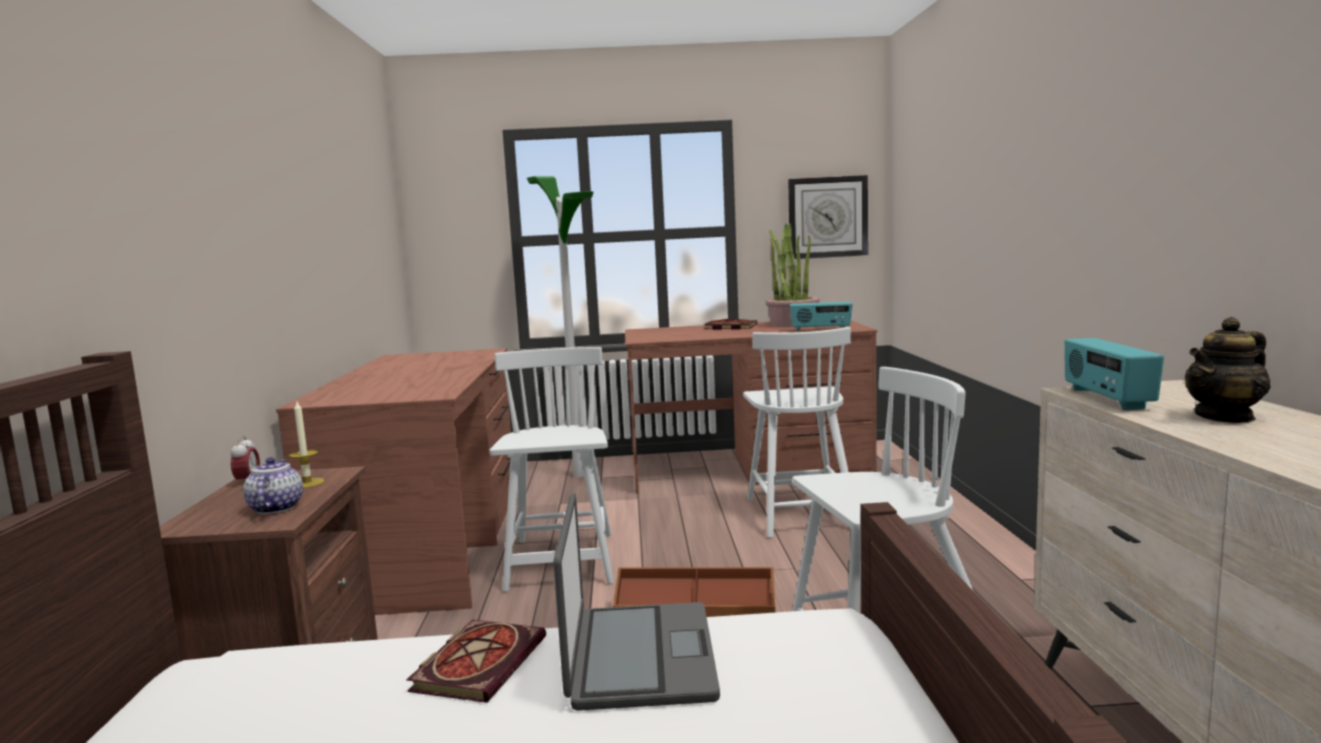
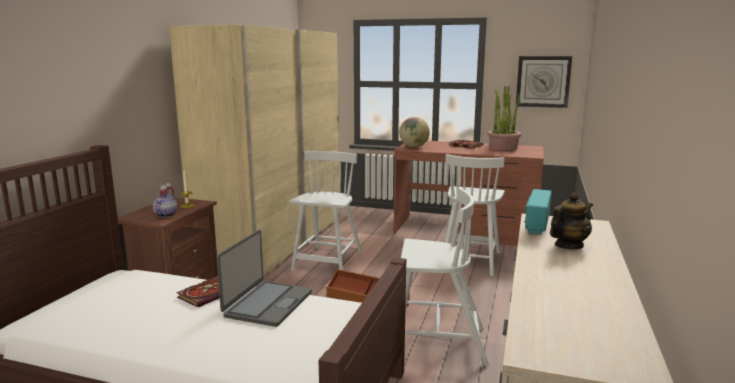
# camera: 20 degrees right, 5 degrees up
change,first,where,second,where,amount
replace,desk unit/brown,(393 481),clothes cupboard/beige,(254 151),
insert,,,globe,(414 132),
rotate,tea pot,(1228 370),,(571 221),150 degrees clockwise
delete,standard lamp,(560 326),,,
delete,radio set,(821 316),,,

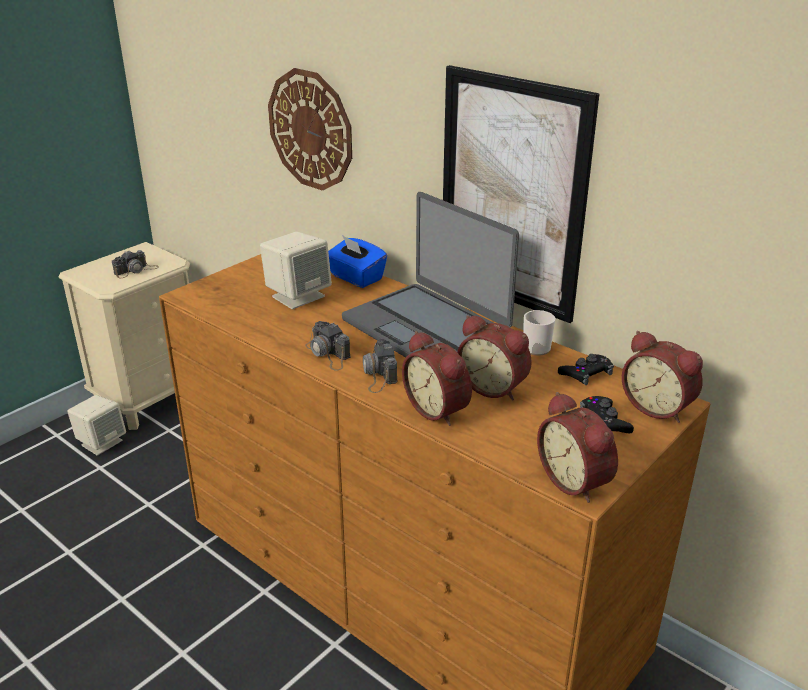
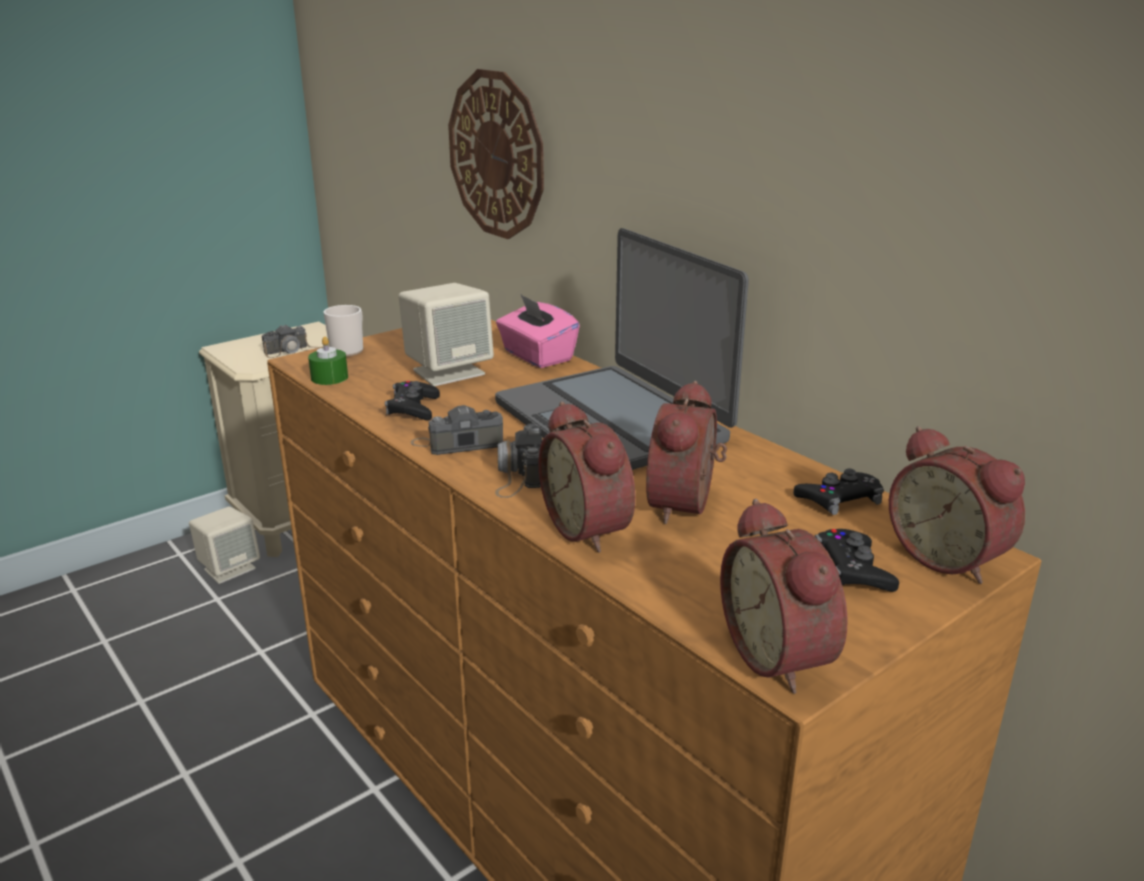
# camera: 10 degrees right, 5 degrees down
change,first,where,second,where,amount
insert,,,wax light/greenish,(328 361),
move,mug,(539 333),,(343 330),
insert,,,gamepad/black-coloured,(412 400),
rotate,photo camera,(328 346),,(457 430),105 degrees clockwise
recolor,box of tissues/blue,(357 261),box of tissues/pinkish,(538 331),
rotate,bedside clock,(494 357),,(686 452),60 degrees clockwise
delete,picture,(521 194),,,

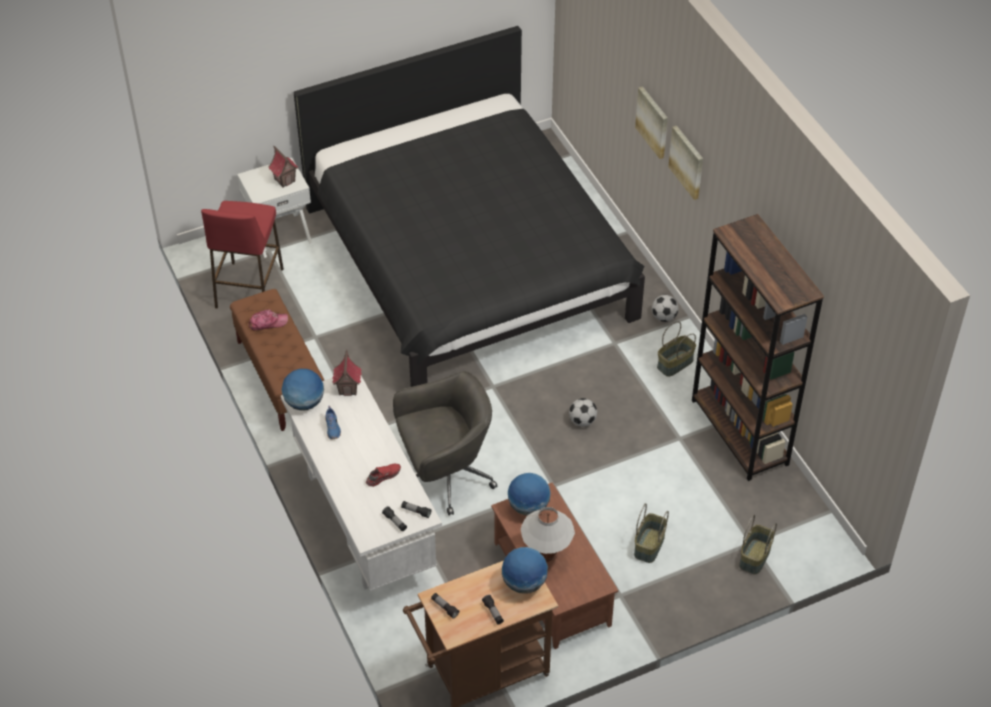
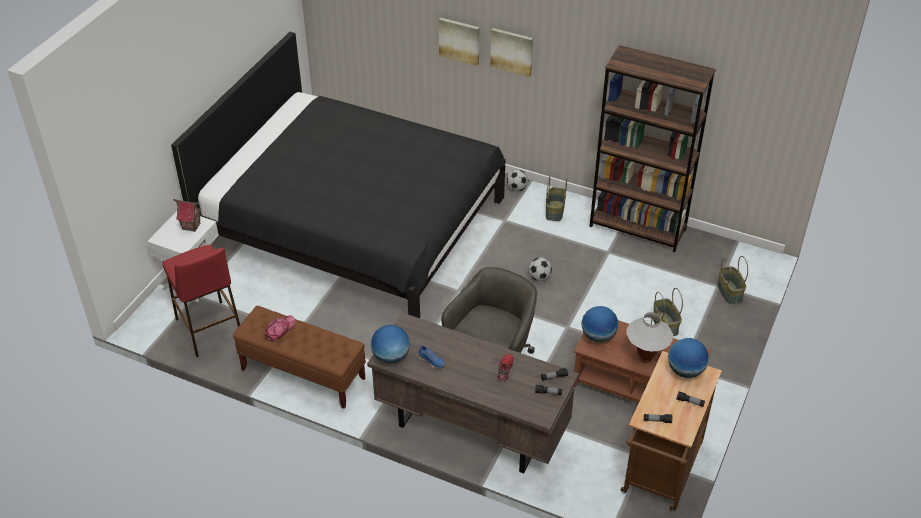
# camera: 40 degrees left, 5 degrees down
change,first,where,second,where,amount
recolor,desk unit/white-coloured,(361 483),desk unit/brown,(473 393),
delete,toy house,(347 372),,,

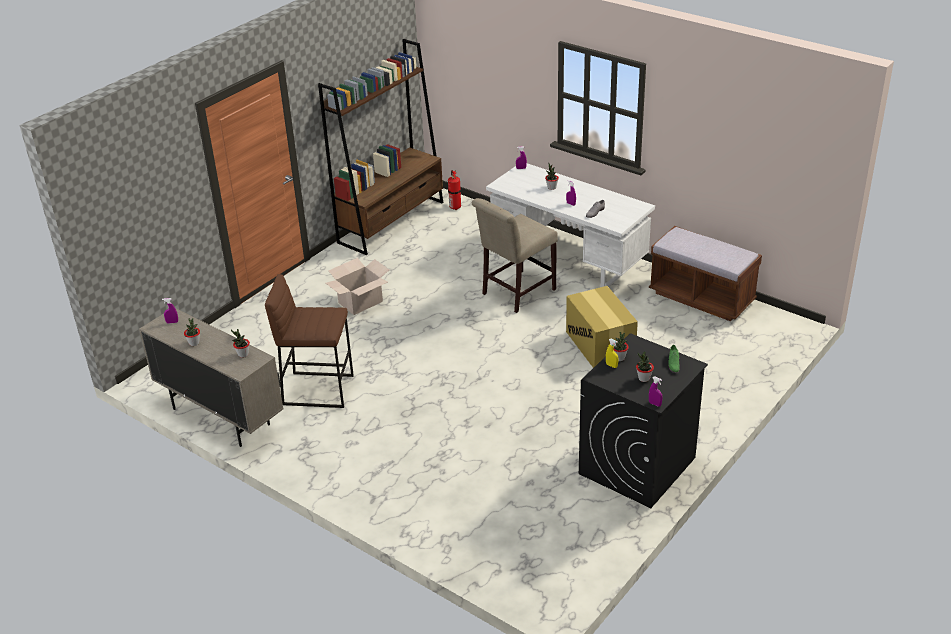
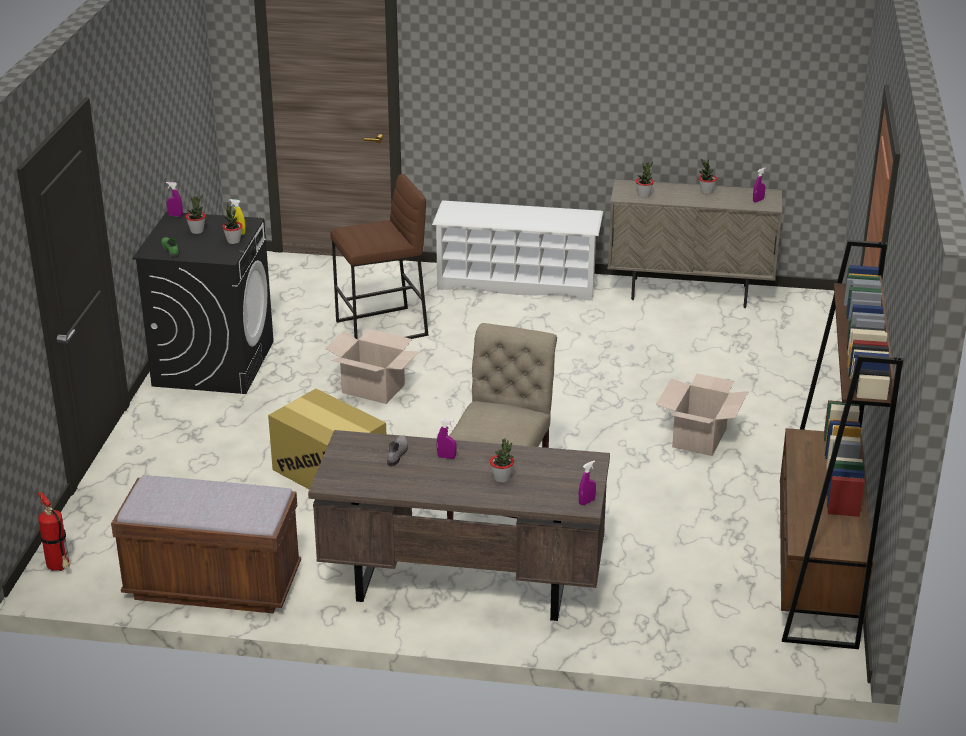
# camera: 150 degrees right, 5 degrees down
change,first,where,second,where,amount
move,fire-fighting cylinder,(454 190),,(54 531),
recolor,desk unit/white-coloured,(570 225),desk unit/brown,(459 525),
insert,,,cardboard box,(372 366),
move,stool seat/brown,(309 341),,(379 256),
insert,,,shoe stand/white-coloured,(517 251),

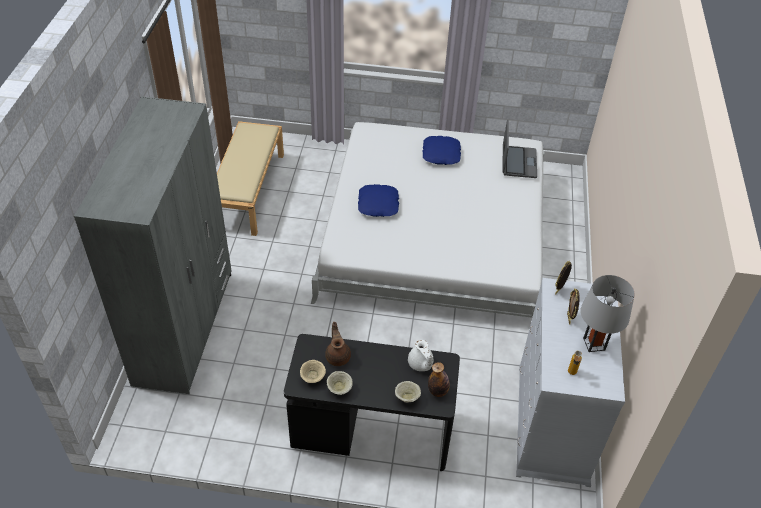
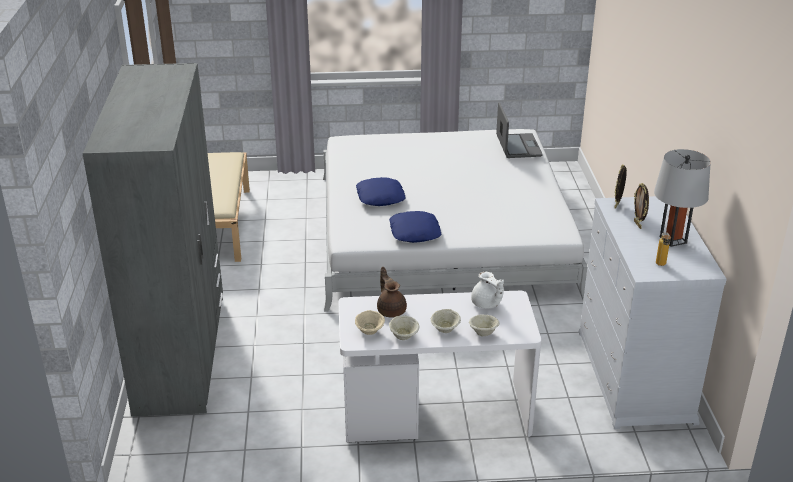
# camera: 10 degrees left, 15 degrees down
change,first,where,second,where,amount
recolor,desk unit/black-coloured,(372 402),desk unit/white-coloured,(440 366),
move,throw pillow/blue,(441 150),,(415 227),
insert,,,serving bowl/beige,(446 321),
delete,beverage bottle,(439 379),,,

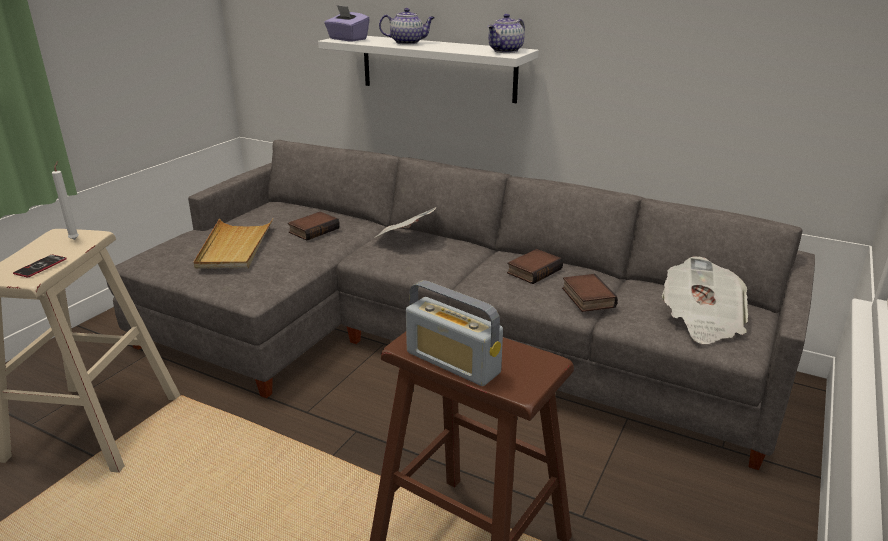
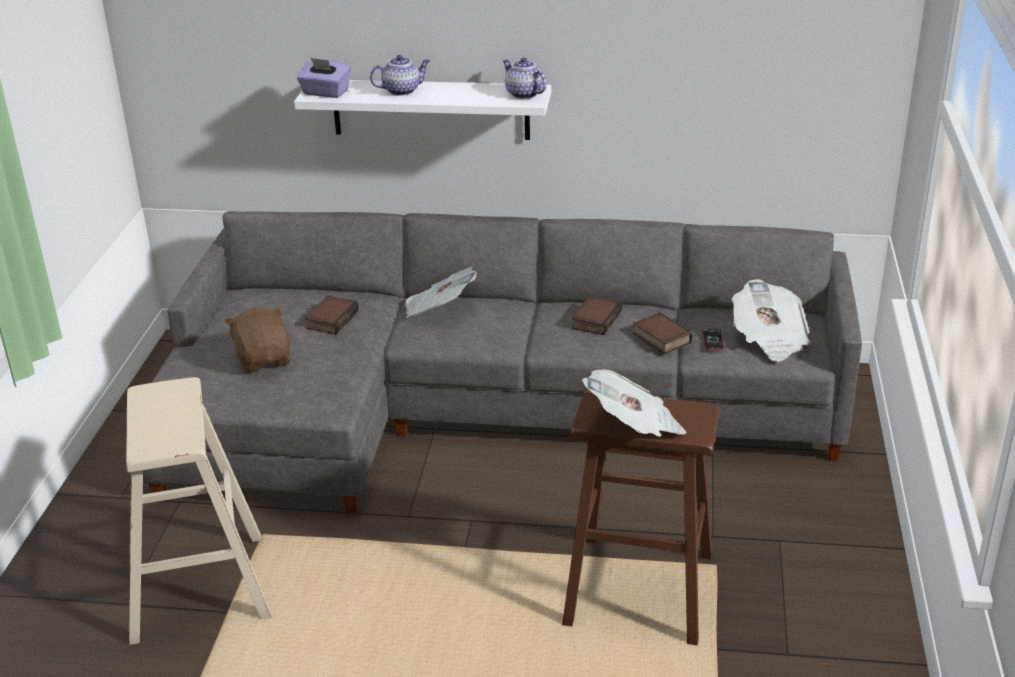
# camera: 20 degrees left, 5 degrees up
change,first,where,second,where,amount
replace,serving tray/beige,(233 243),soft toy/brown,(258 340),
rotate,tea pot,(506 33),,(524 78),120 degrees clockwise
replace,radio set,(454 333),newspaper,(634 403),
move,handset,(40 266),,(713 339),
delete,wax light/white-coloured,(65 200),,,

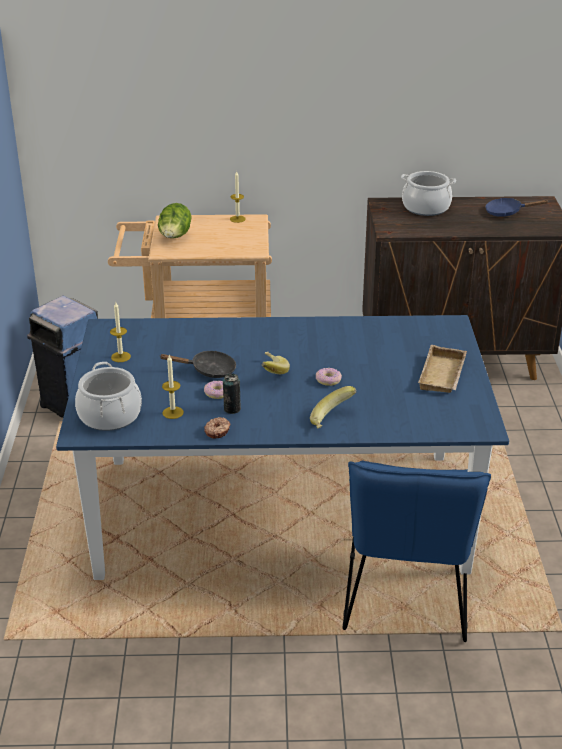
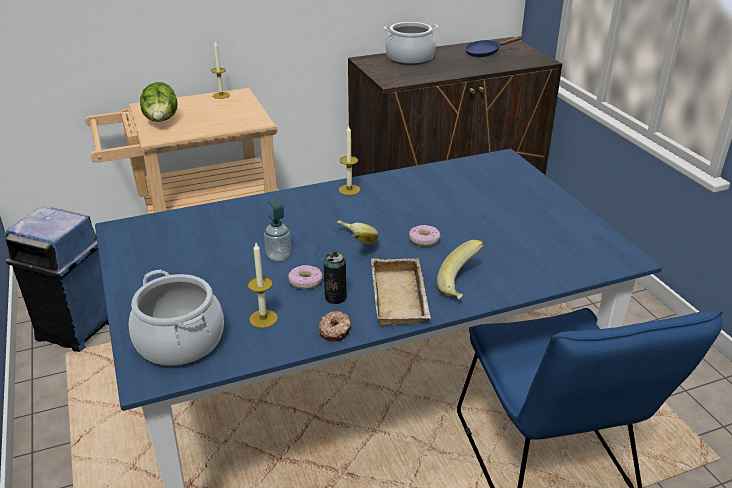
# camera: 20 degrees left, 0 degrees up
change,first,where,second,where,amount
replace,skillet/black-coloured,(197 364),soap dispenser,(277 229),
move,wax light,(120 332),,(349 160),
move,serving tray/beige,(442 369),,(401 292),

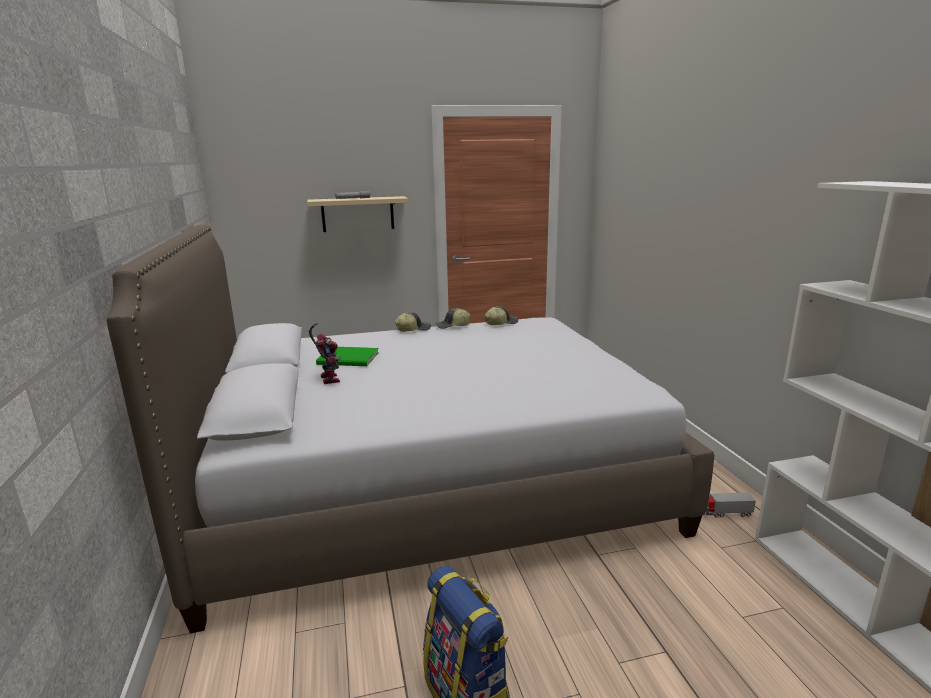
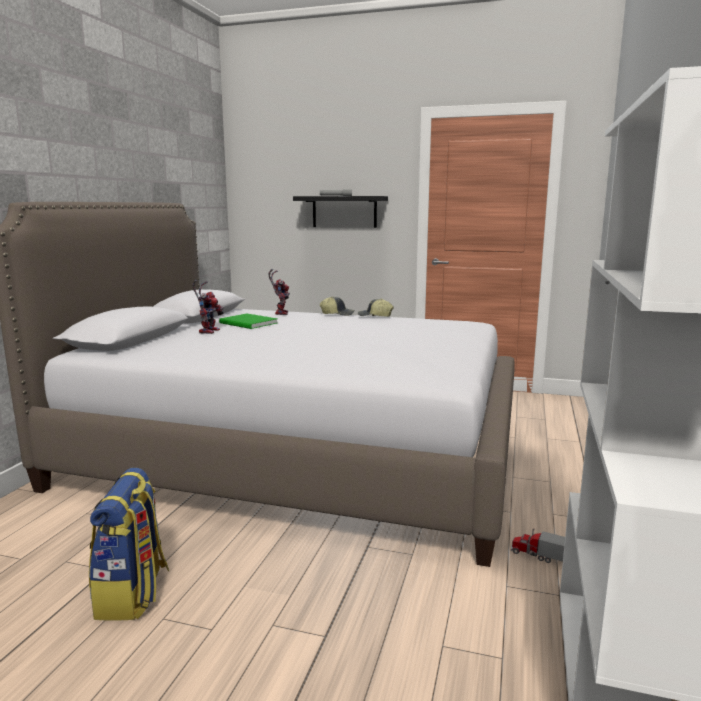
# camera: 30 degrees right, 5 degrees down
change,first,where,second,where,amount
insert,,,robot figure,(279 292),
recolor,shelf/beige,(357 214),shelf/black-coloured,(340 212),
delete,cap,(501 315),,,

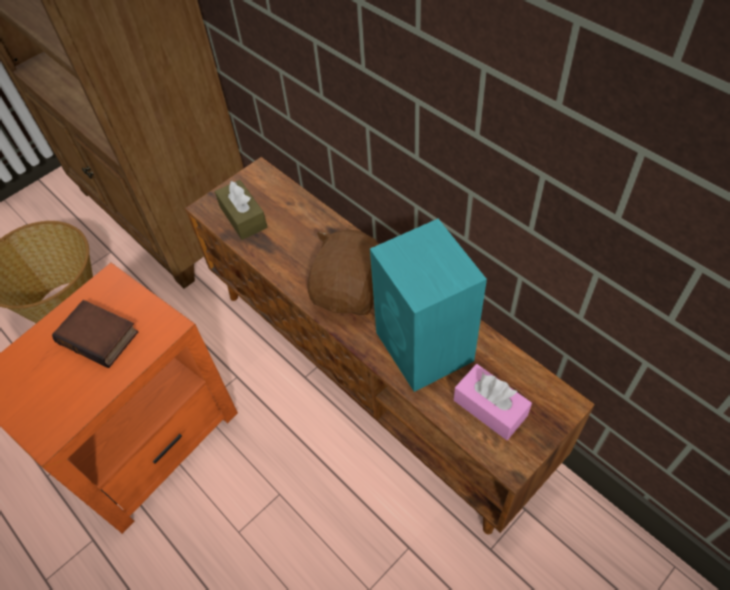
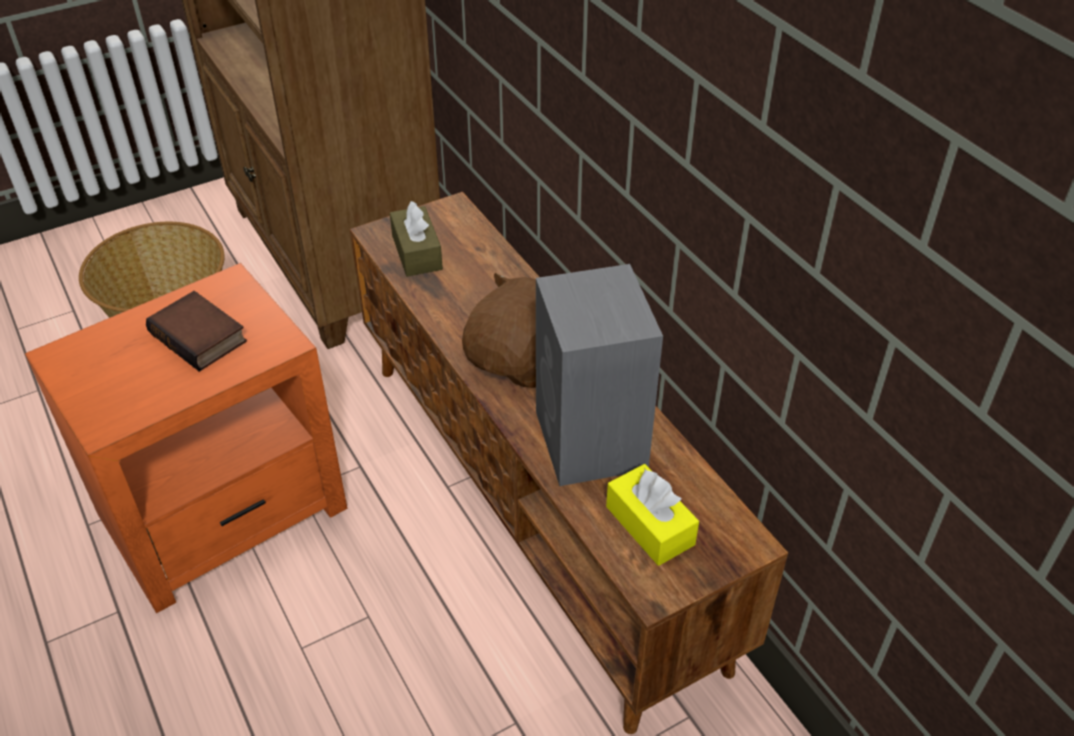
# camera: 10 degrees right, 10 degrees down
change,first,where,second,where,amount
recolor,audio speaker/turquoise-coloured,(428 305),audio speaker/greyish,(599 375),
recolor,box of tissues/pinkish,(493 402),box of tissues/yellow,(652 515),

